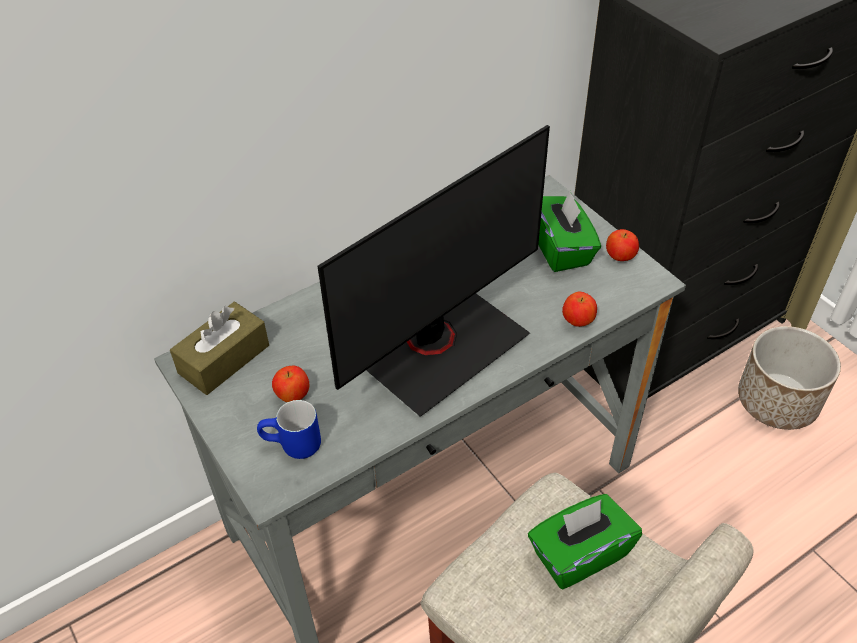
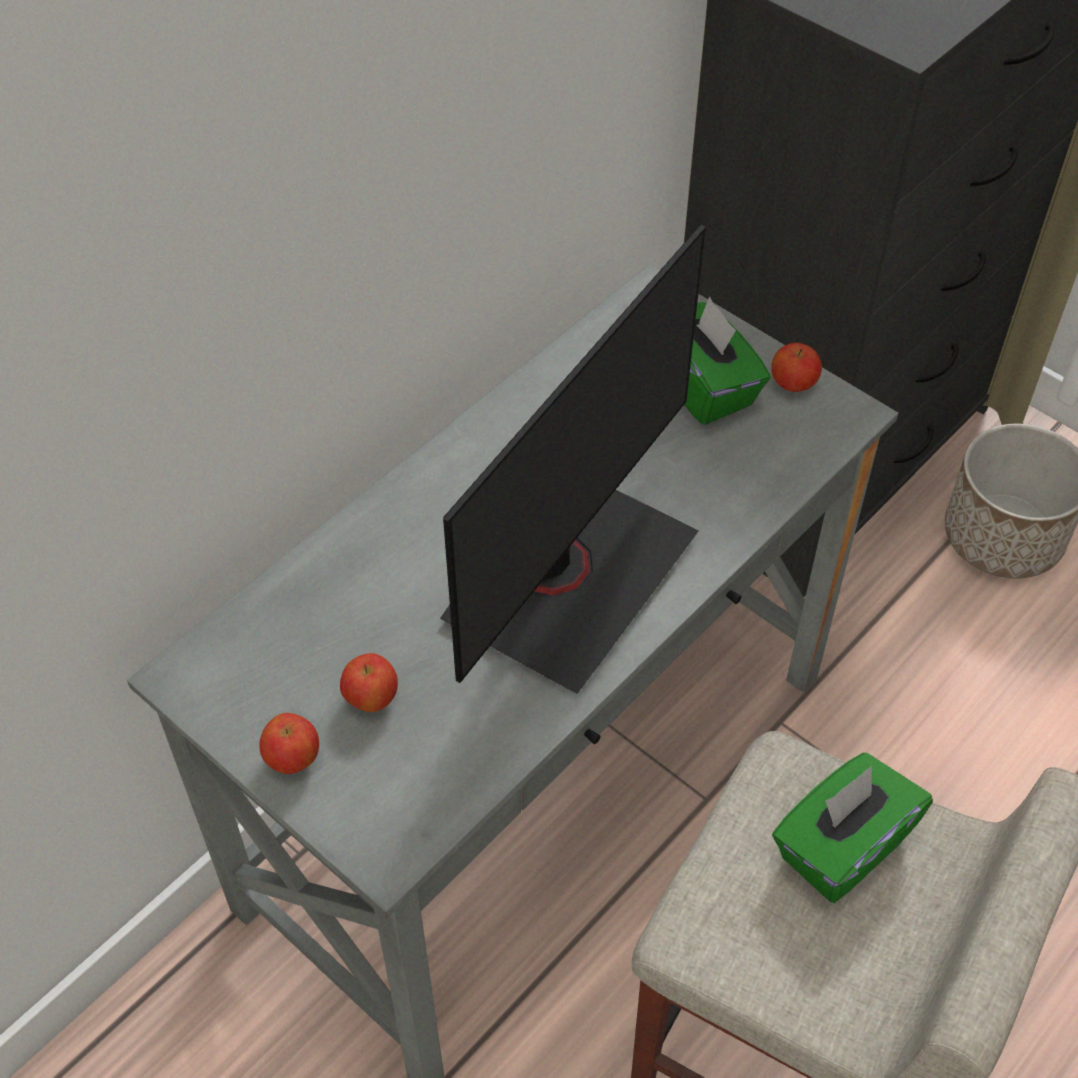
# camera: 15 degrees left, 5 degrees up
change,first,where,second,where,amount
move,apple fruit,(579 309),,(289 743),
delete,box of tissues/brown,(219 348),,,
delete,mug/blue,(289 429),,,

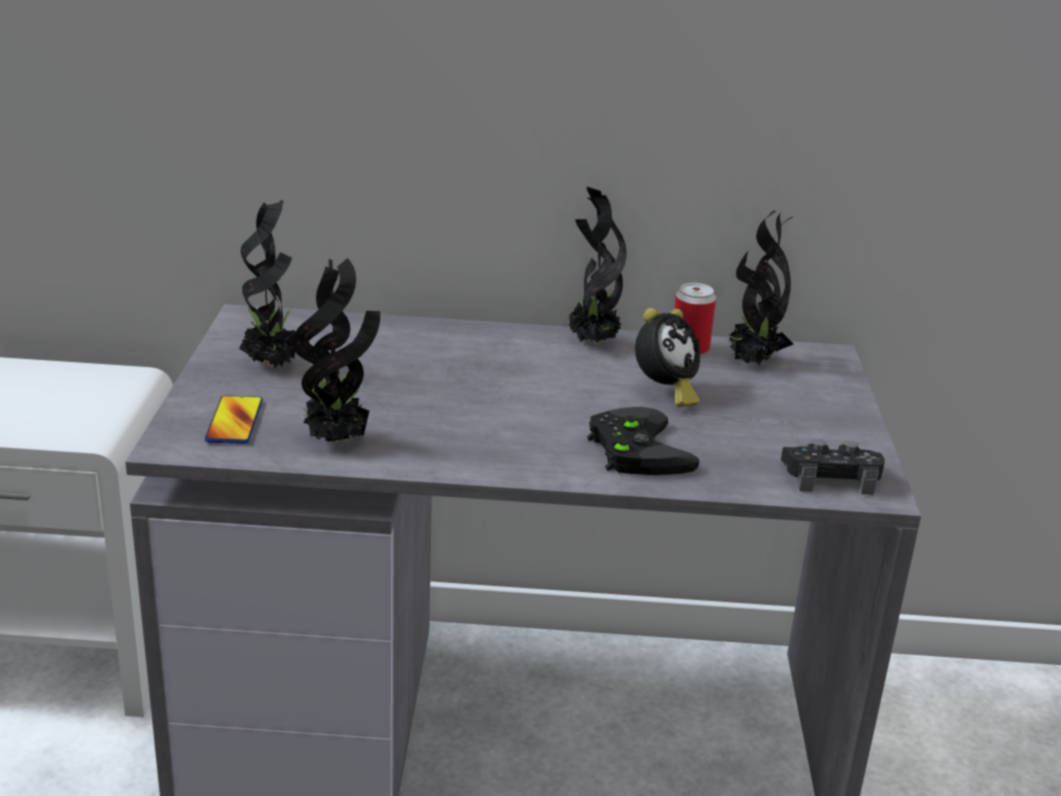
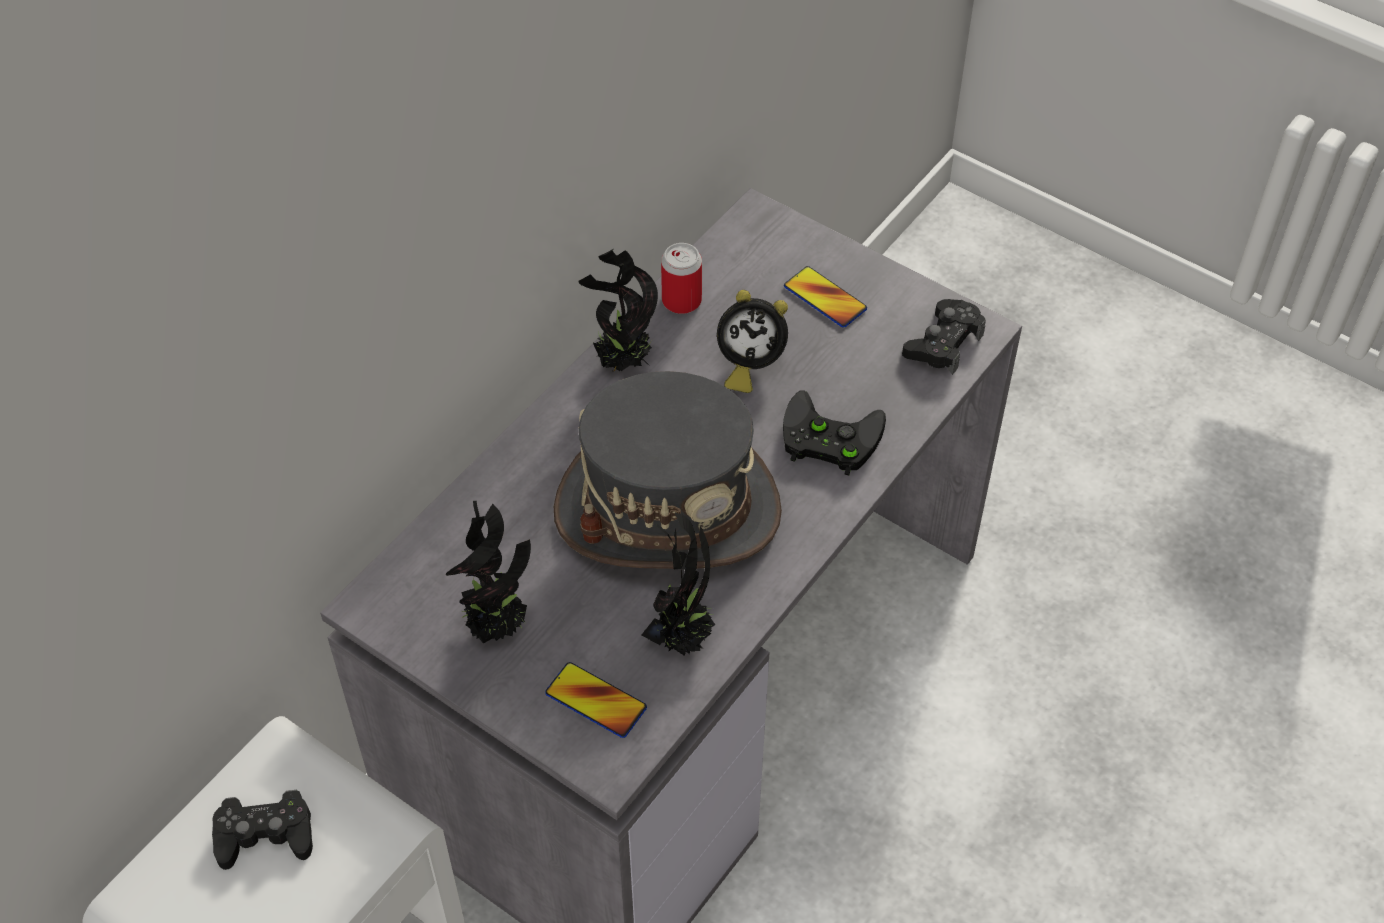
# camera: 55 degrees left, 25 degrees up
change,first,where,second,where,amount
insert,,,gamepad/black-coloured,(262 830),
insert,,,hat/greyish,(668 470),
rotate,bedside clock,(667 357),,(752 341),105 degrees clockwise
insert,,,handset,(825 297),
delete,plant in a pot,(760 288),,,

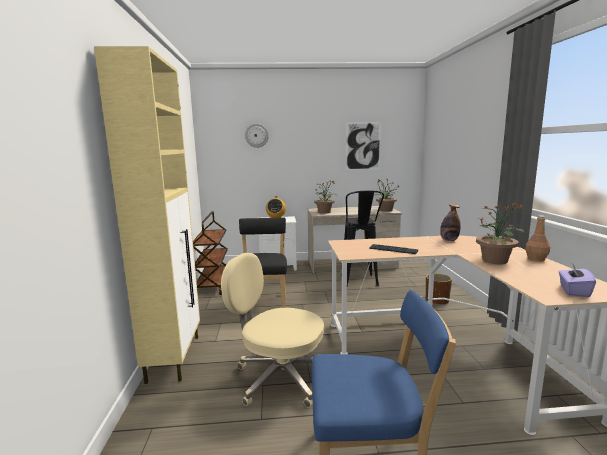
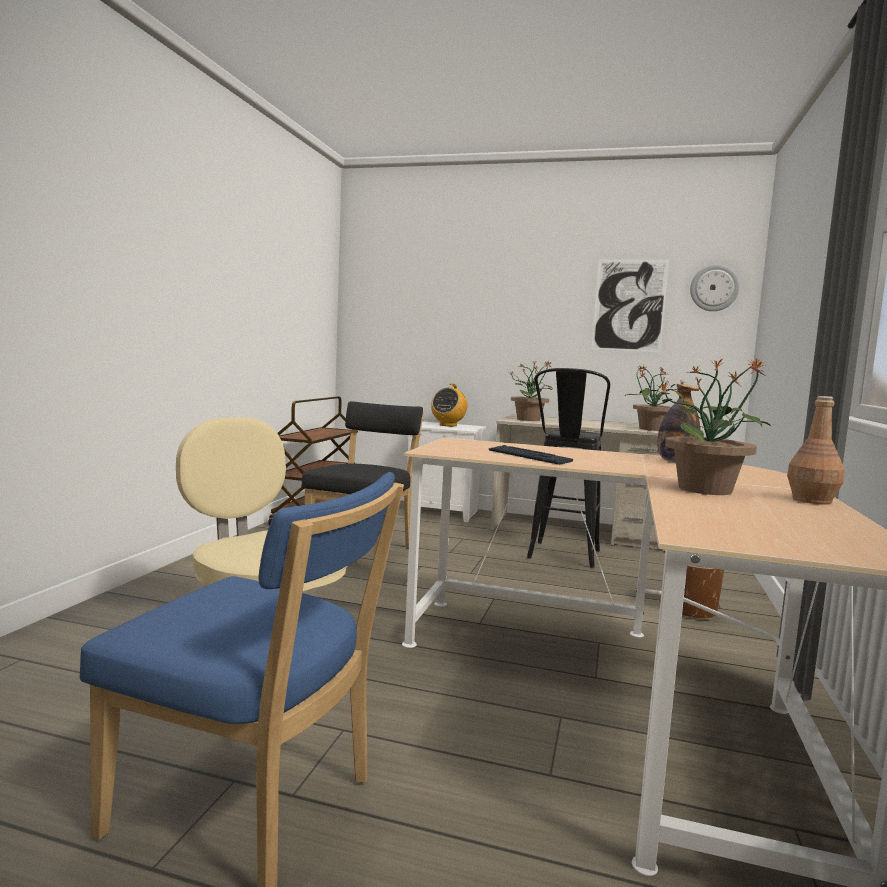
# camera: 20 degrees right, 5 degrees down
change,first,where,second,where,amount
move,clock on the wall,(257 135),,(715 287),
delete,cabinet/beige,(147 215),,,
delete,box of tissues/purple-coloured,(577 280),,,

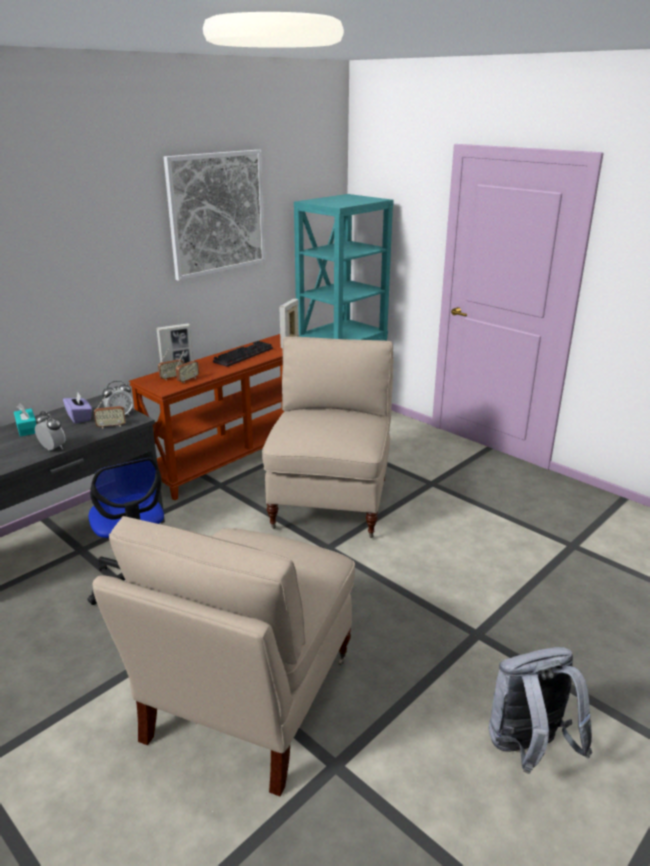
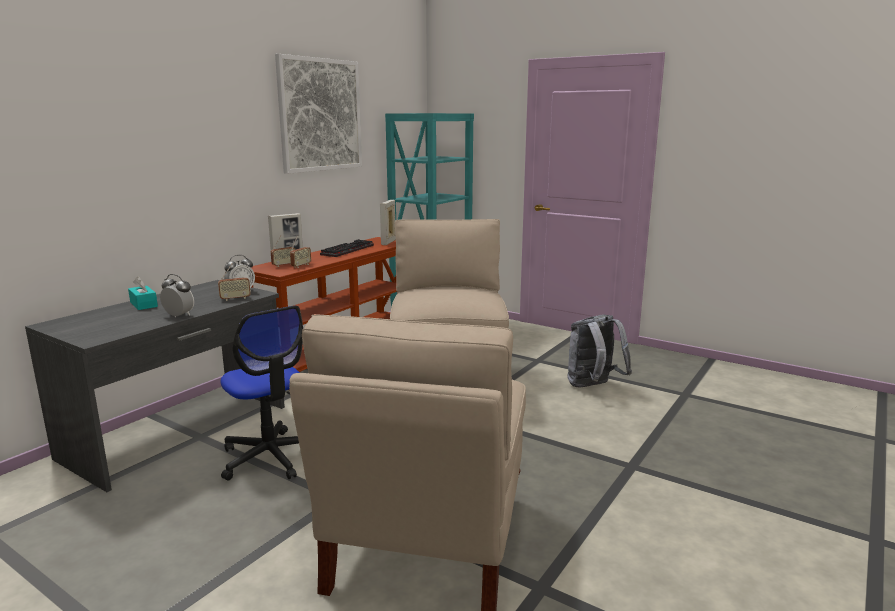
# camera: 10 degrees left, 10 degrees down
change,first,where,second,where,amount
move,knapsack/greyish,(541 710),,(599 351),
delete,box of tissues/purple-coloured,(77 408),,,

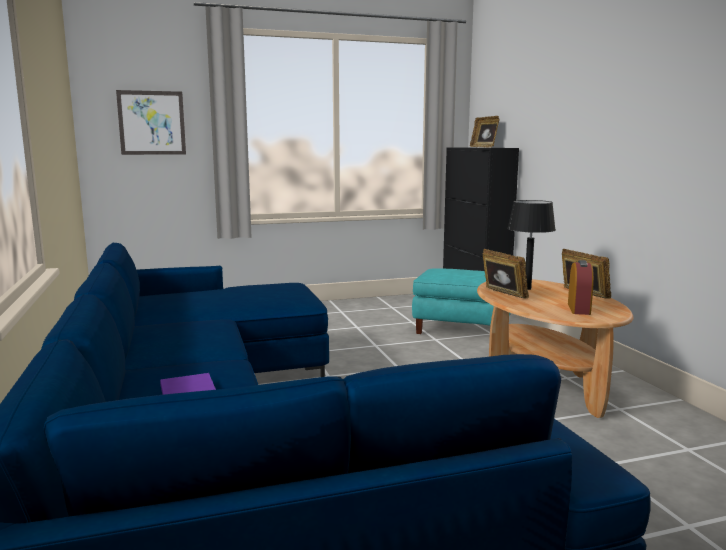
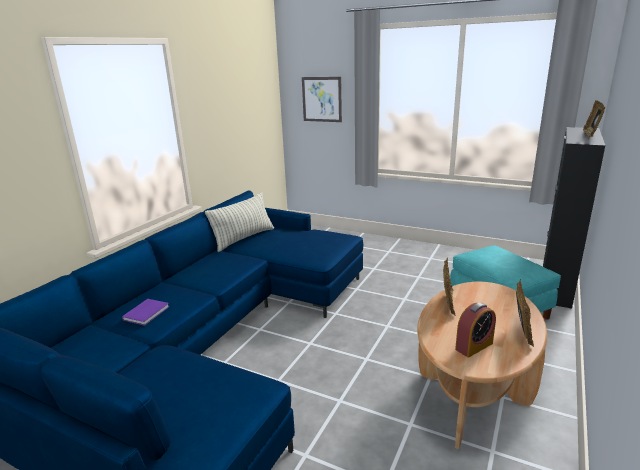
# camera: 45 degrees right, 10 degrees up
change,first,where,second,where,amount
insert,,,throw pillow,(239 222),
delete,lamp for a table/black-coloured,(531 245),,,

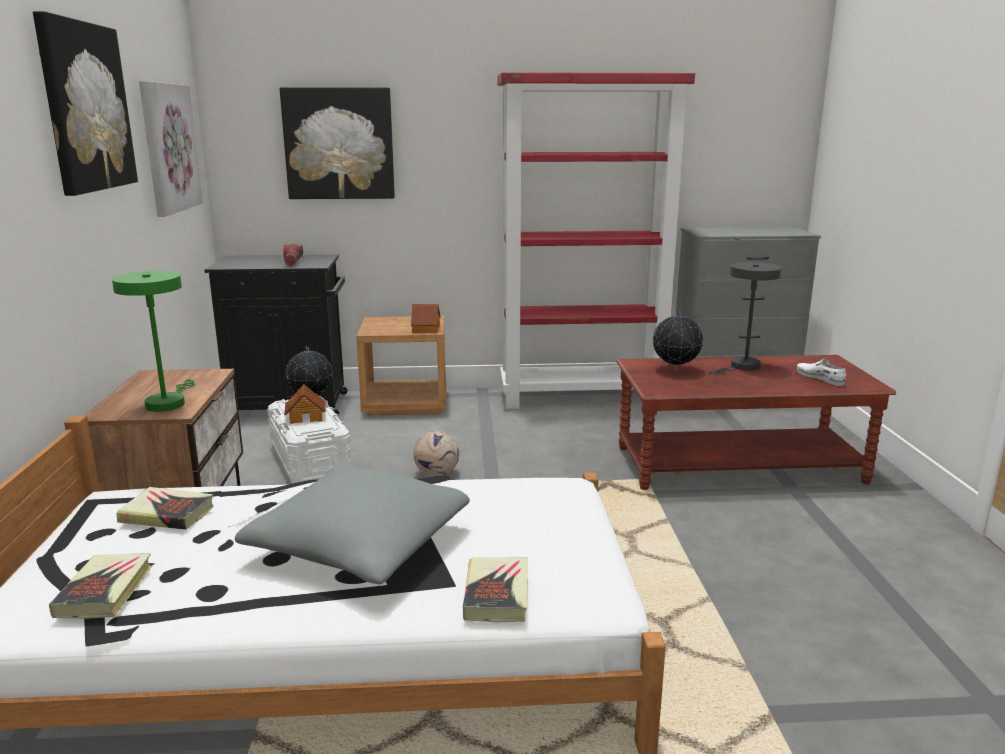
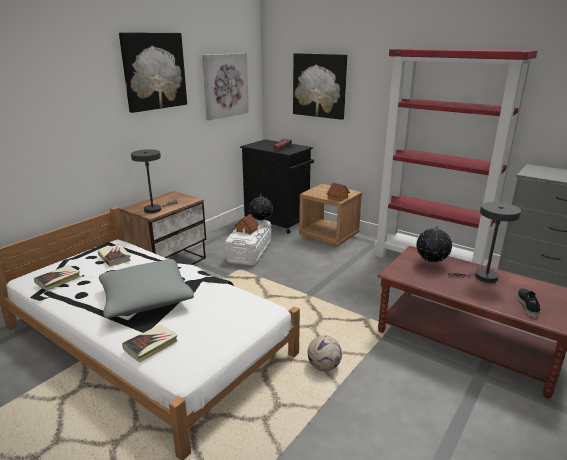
# camera: 40 degrees right, 5 degrees up
change,first,where,second,where,amount
recolor,lamp for a table/greenish,(153 341),lamp for a table/greyish,(154 181),
move,football ball,(436 454),,(325 353),
recolor,shoe/white-coloured,(821 372),shoe/black-coloured,(528 302),

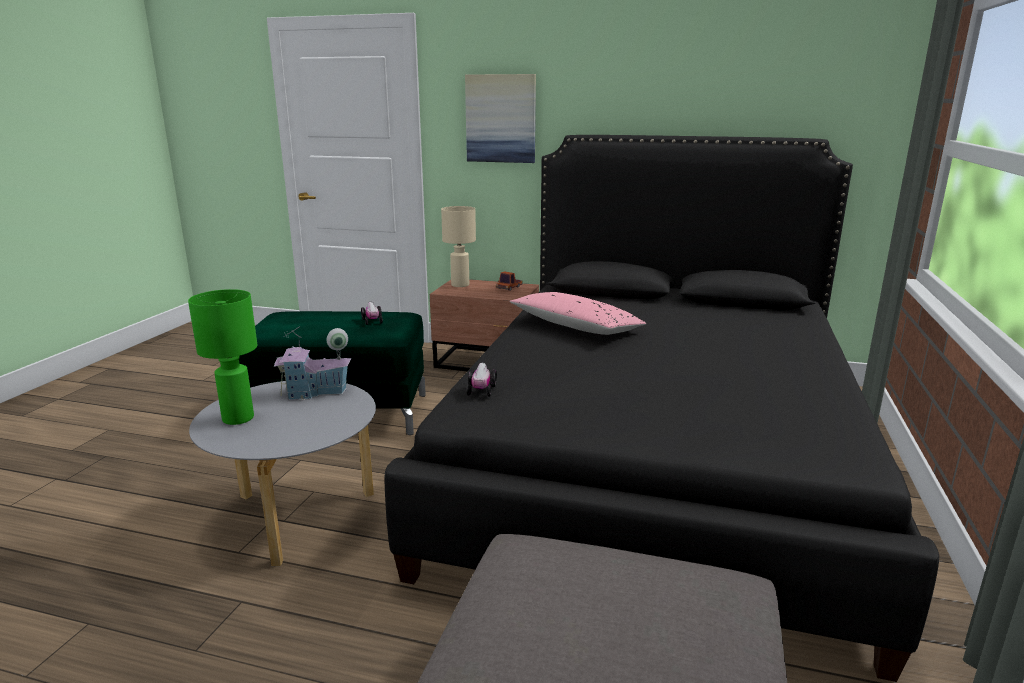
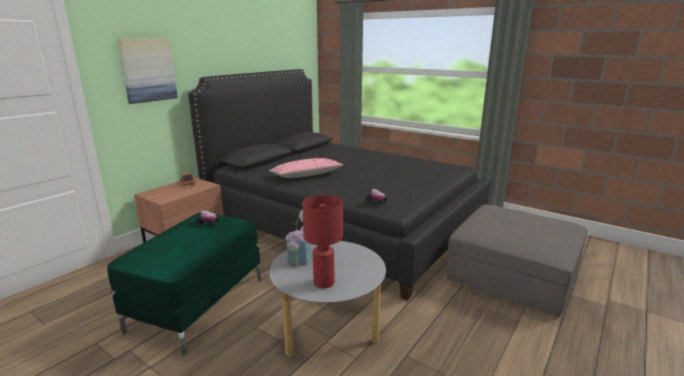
# camera: 70 degrees left, 0 degrees up
change,first,where,second,where,amount
recolor,lamp for a table/greenish,(222 357),lamp for a table/red,(322 241),
delete,lamp for a table/beige,(458 246),,,

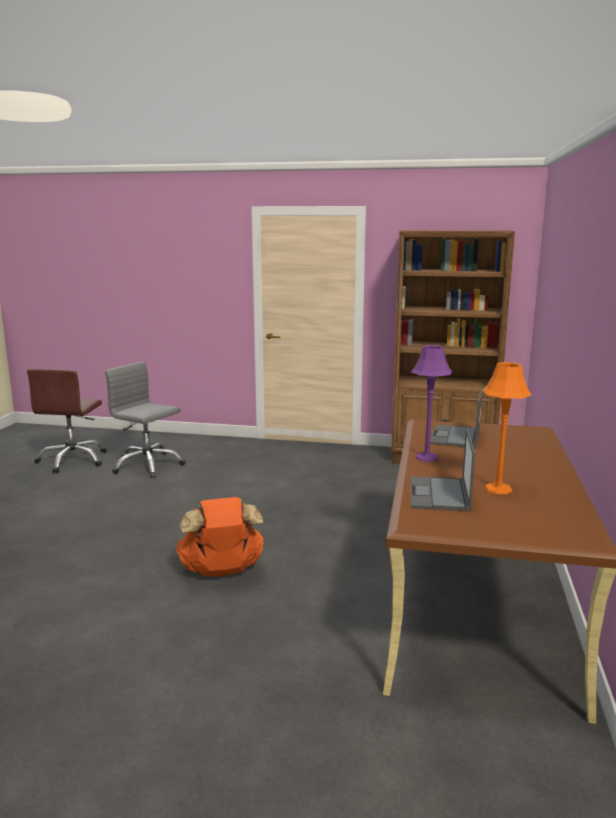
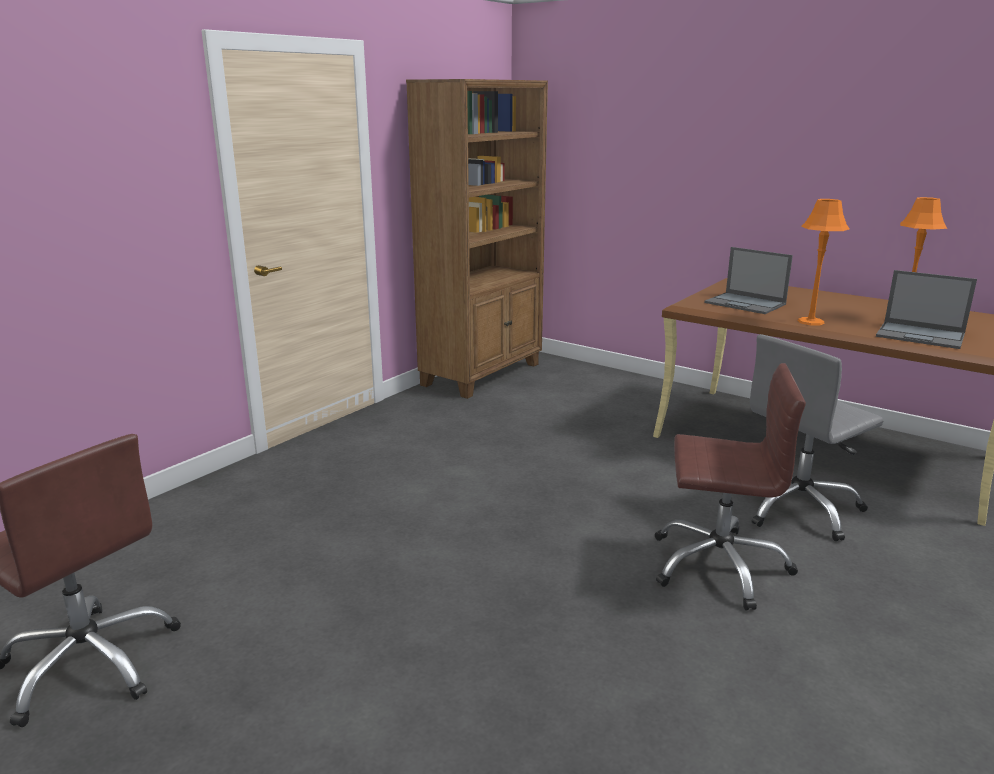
# camera: 65 degrees left, 5 degrees up
change,first,where,second,where,amount
replace,knapsack/orangey,(220 537),desk chair/brown,(730 486),
move,desk chair/greyish,(145 420),,(816 437),
recolor,lamp for a table/purple-coloured,(431 403),lamp for a table/orangey,(823 262),

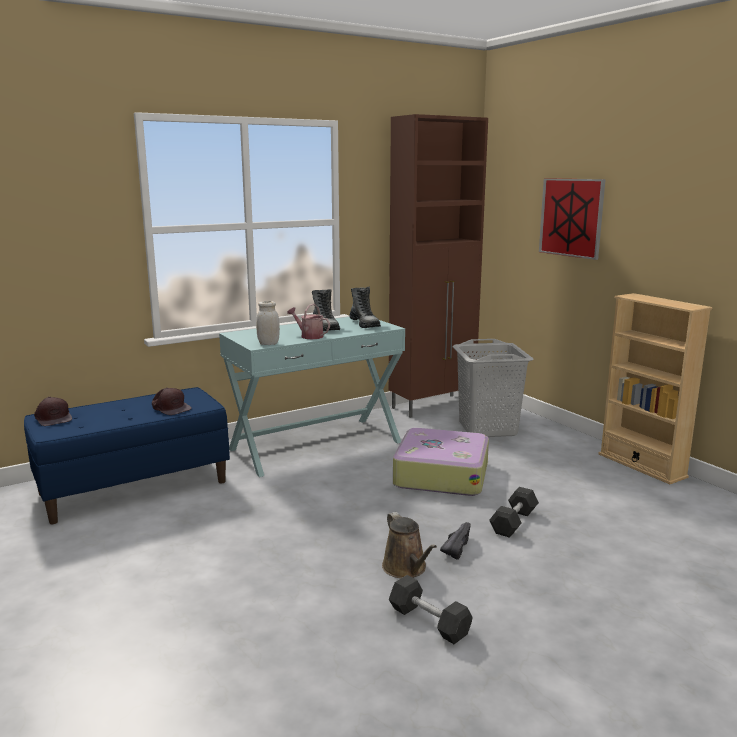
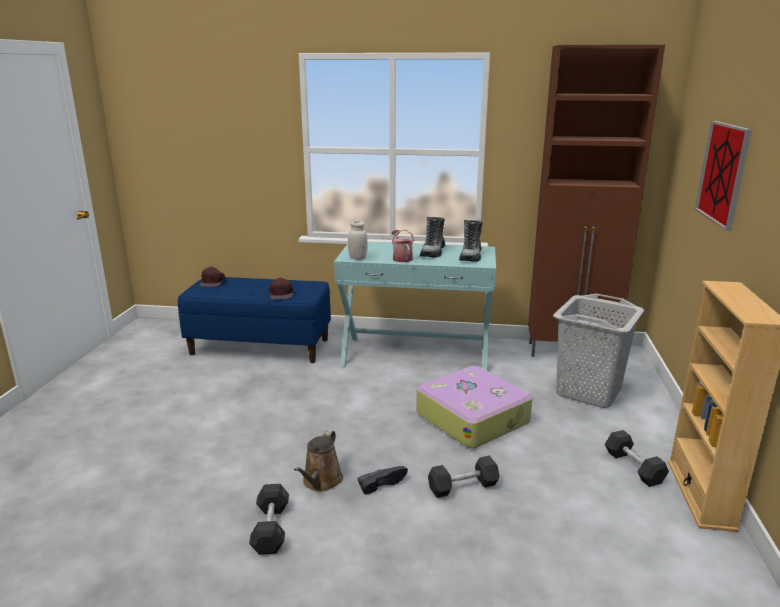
# camera: 40 degrees right, 5 degrees up
change,first,where,second,where,amount
insert,,,dumbbell/greyish,(637 458),

